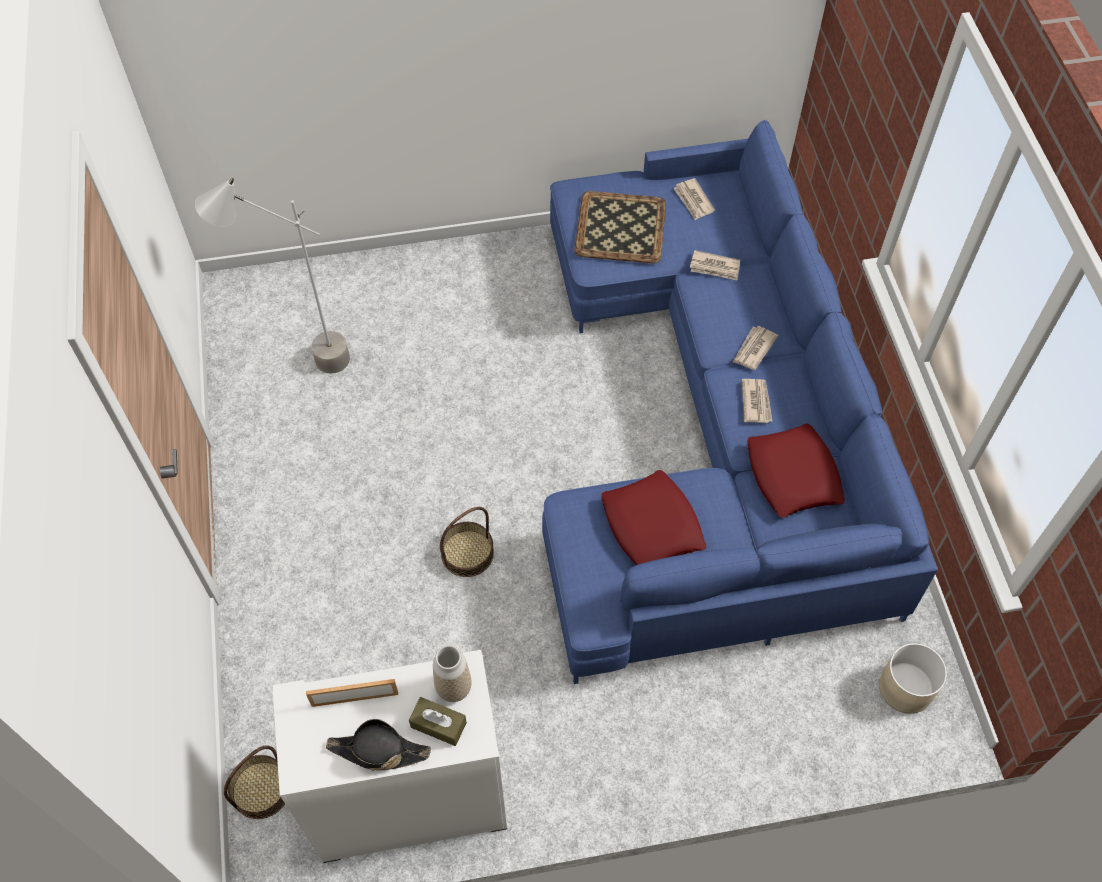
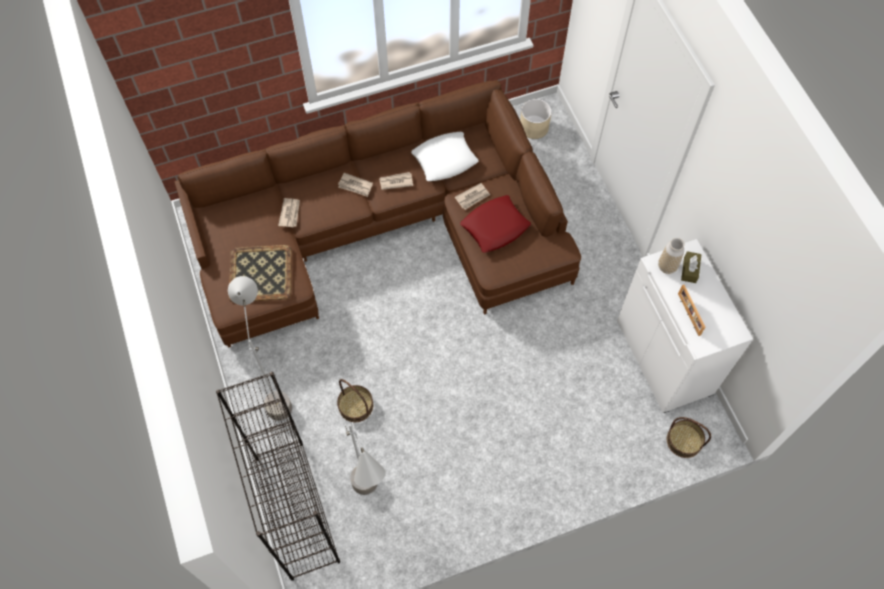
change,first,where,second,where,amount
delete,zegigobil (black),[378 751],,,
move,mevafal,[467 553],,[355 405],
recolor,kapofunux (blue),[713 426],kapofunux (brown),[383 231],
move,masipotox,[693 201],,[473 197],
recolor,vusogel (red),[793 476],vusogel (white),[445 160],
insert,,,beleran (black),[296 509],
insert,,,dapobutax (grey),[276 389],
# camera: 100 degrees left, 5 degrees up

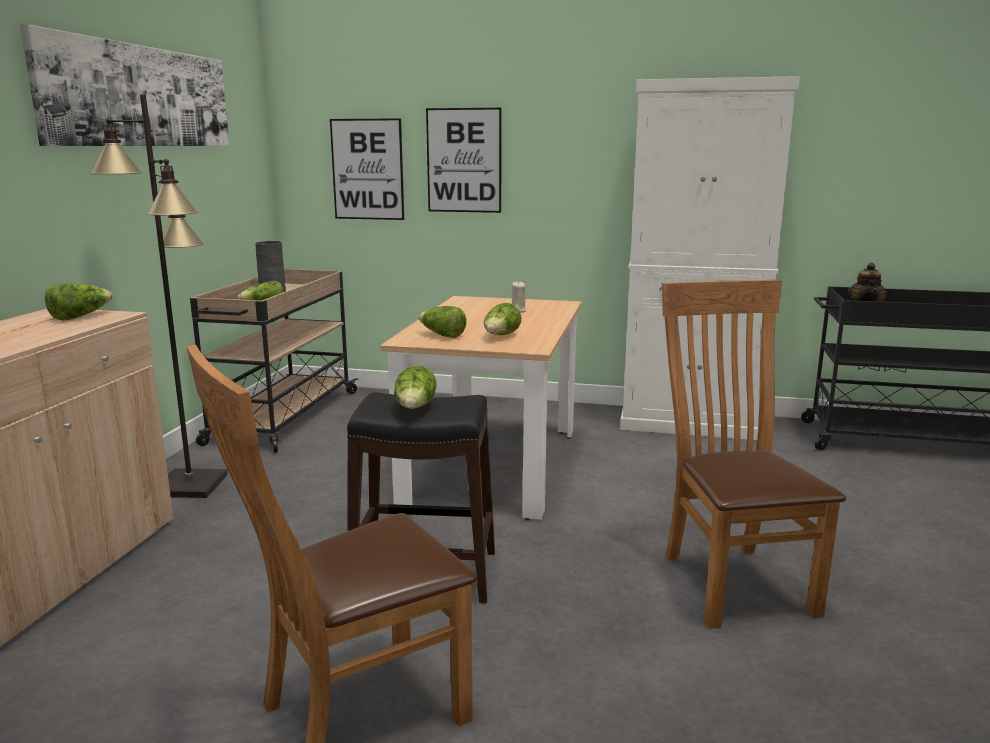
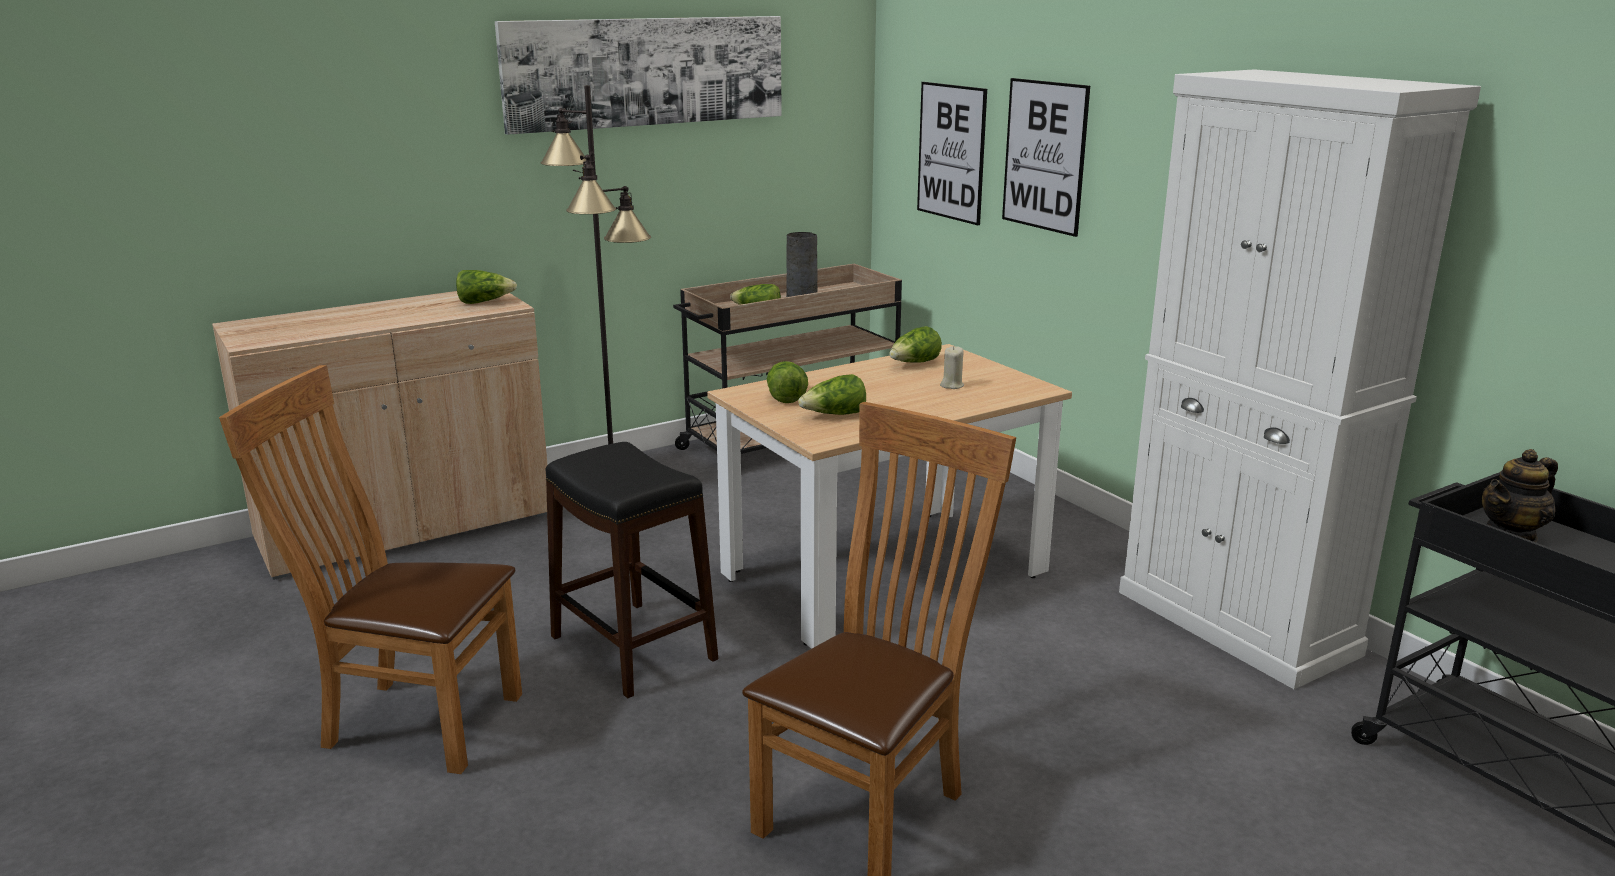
change,first,where,second,where,amount
move,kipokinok,[415 408],,[914 363],
# camera: 45 degrees right, 5 degrees up

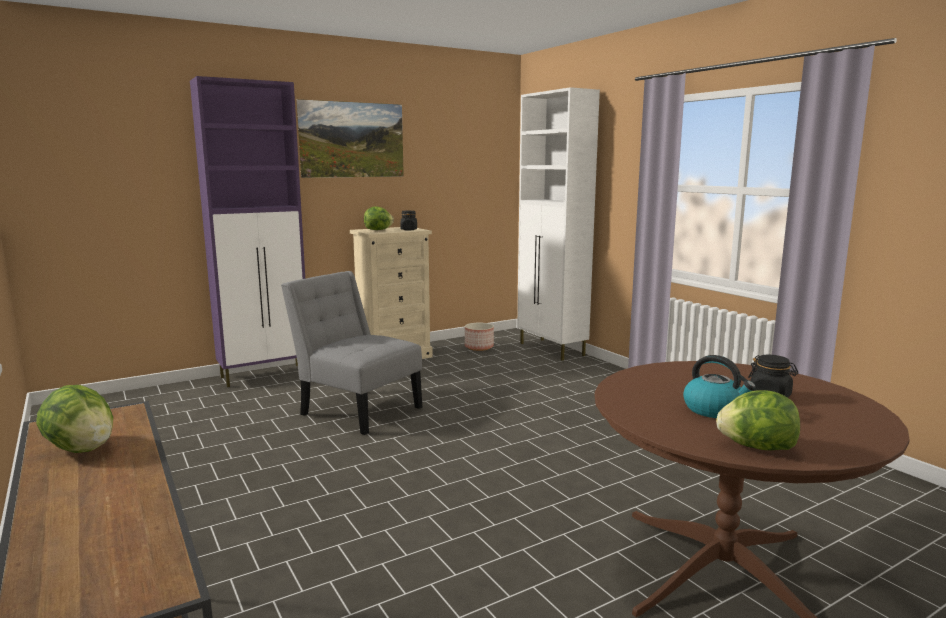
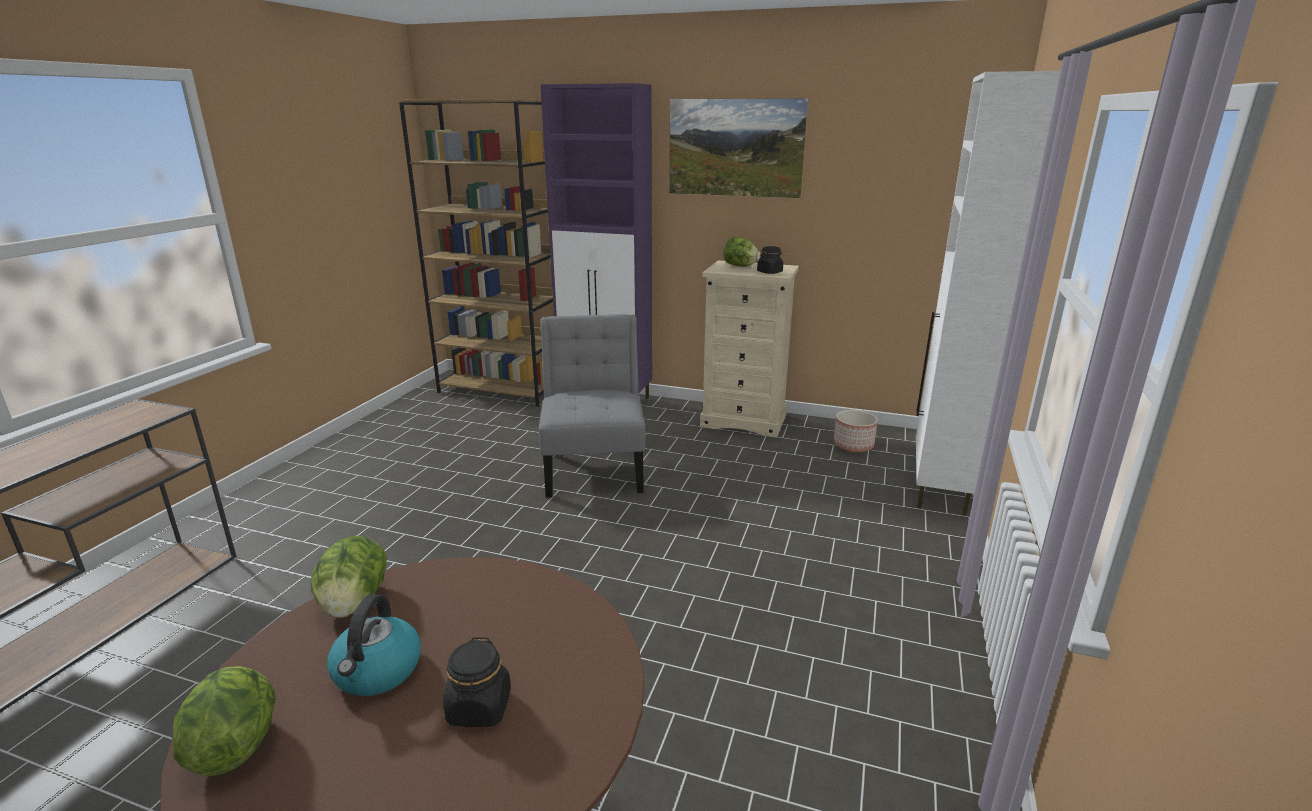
change,first,where,second,where,amount
move,kipokinok,[82 449],,[354 603],
insert,,,beleran (brown),[502 389],
# camera: 50 degrees right, 10 degrees up

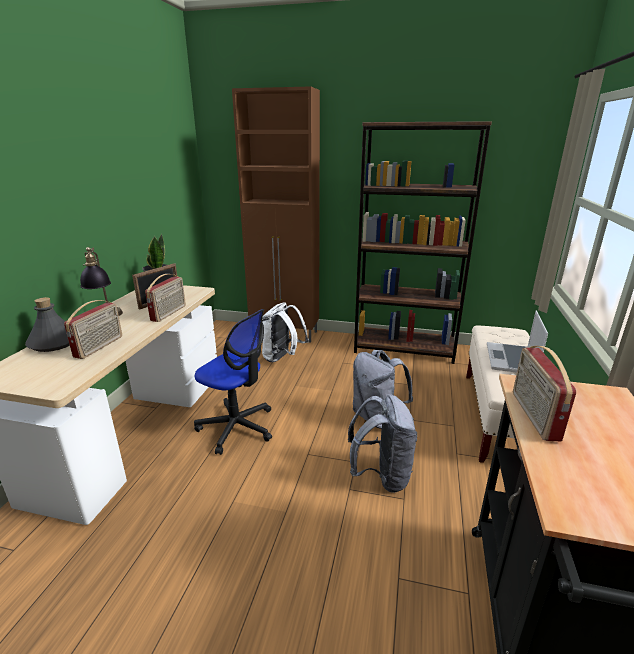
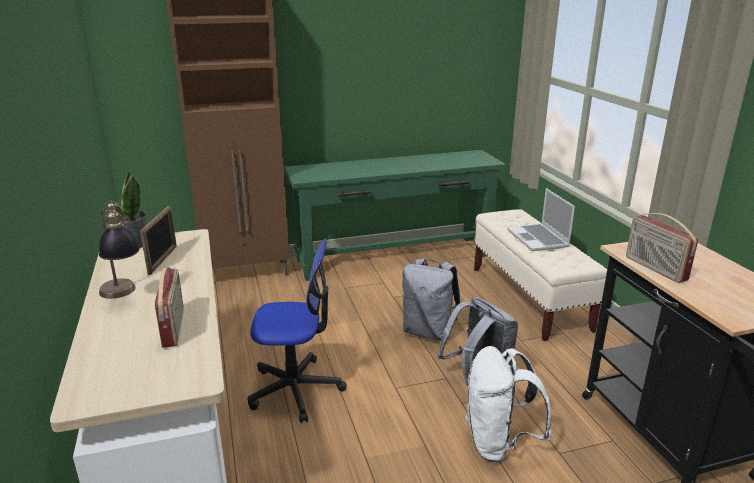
change,first,where,second,where,amount
delete,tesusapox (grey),[54 343],,,
delete,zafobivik,[169 313],,,
move,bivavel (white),[282 357],,[499 443],
replace,beleran (brown),[404 349],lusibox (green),[394 257],
# camera: 30 degrees left, 0 degrees up

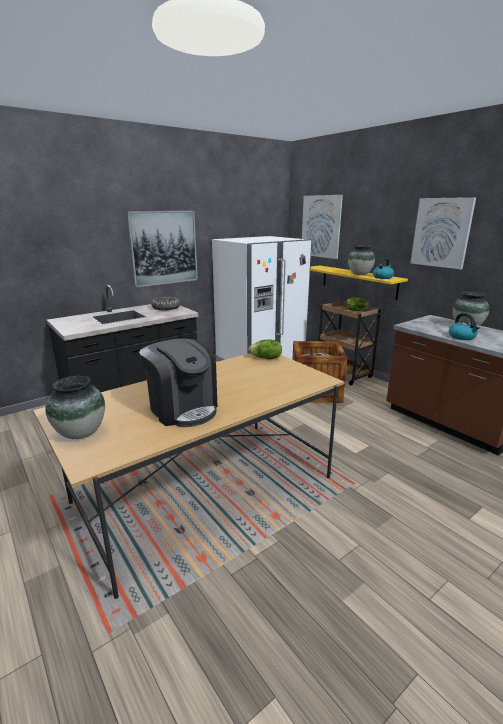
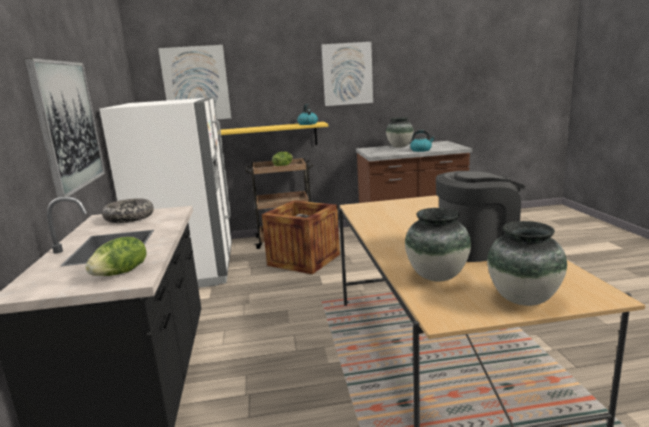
change,first,where,second,where,amount
move,kipokinok,[266 358],,[121 273],
move,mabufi,[359 274],,[437 277],
# camera: 60 degrees left, 5 degrees down

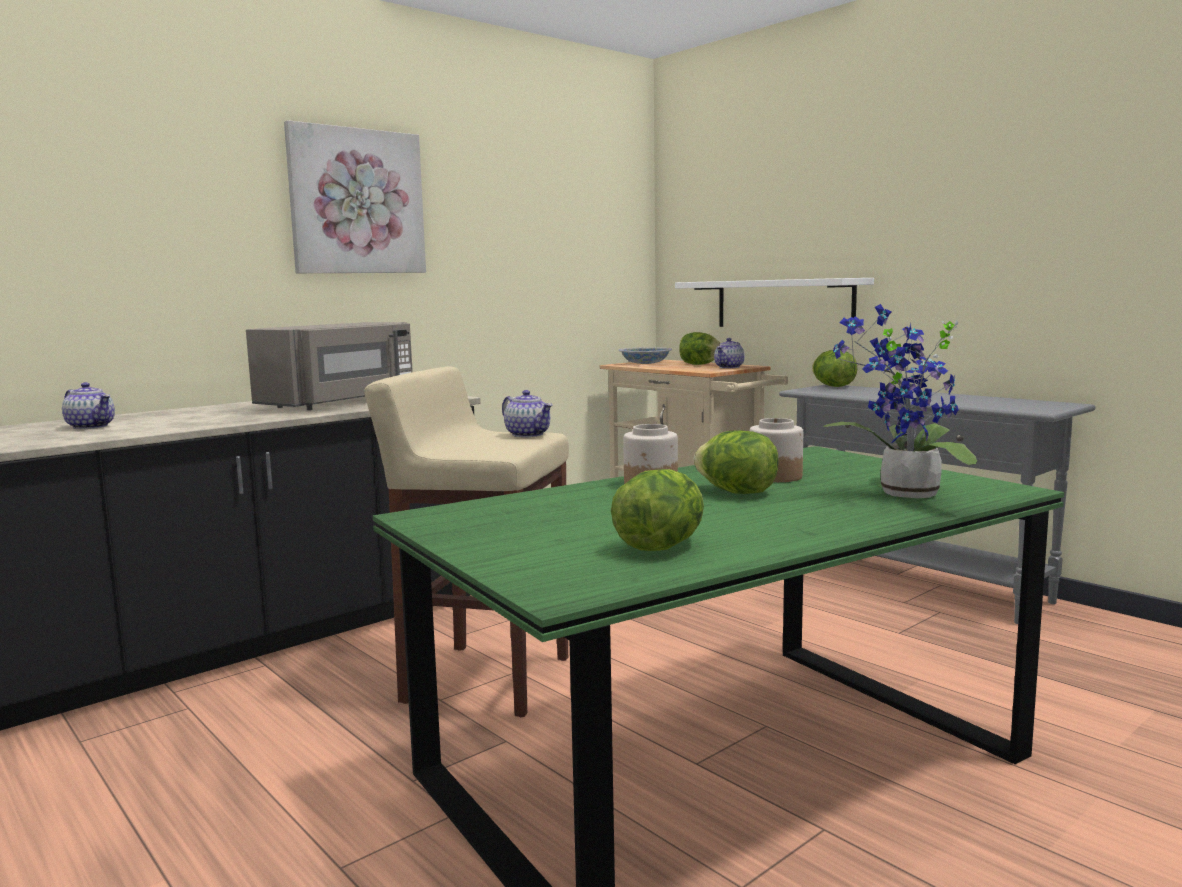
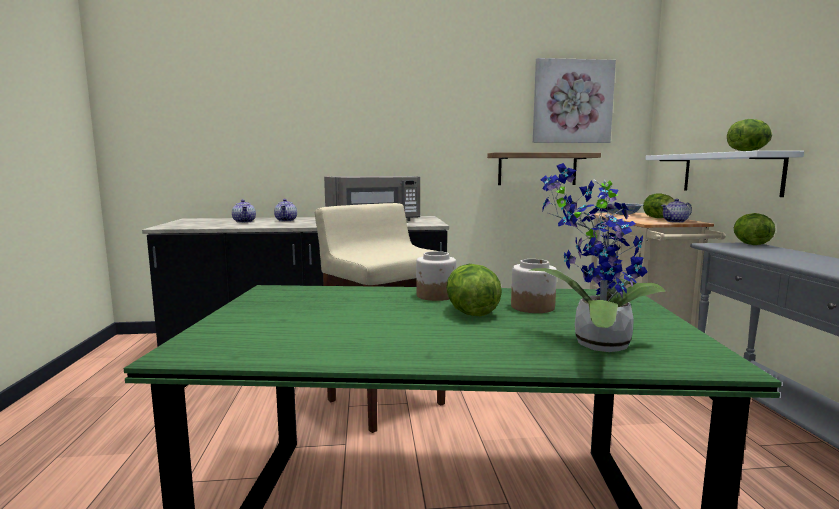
change,first,where,second,where,amount
move,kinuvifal,[356 202],,[572 102],
move,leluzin,[528 434],,[286 220],
move,kipokinok,[660 546],,[748 151],
insert,,,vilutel,[537 169],
# camera: 35 degrees right, 0 degrees up

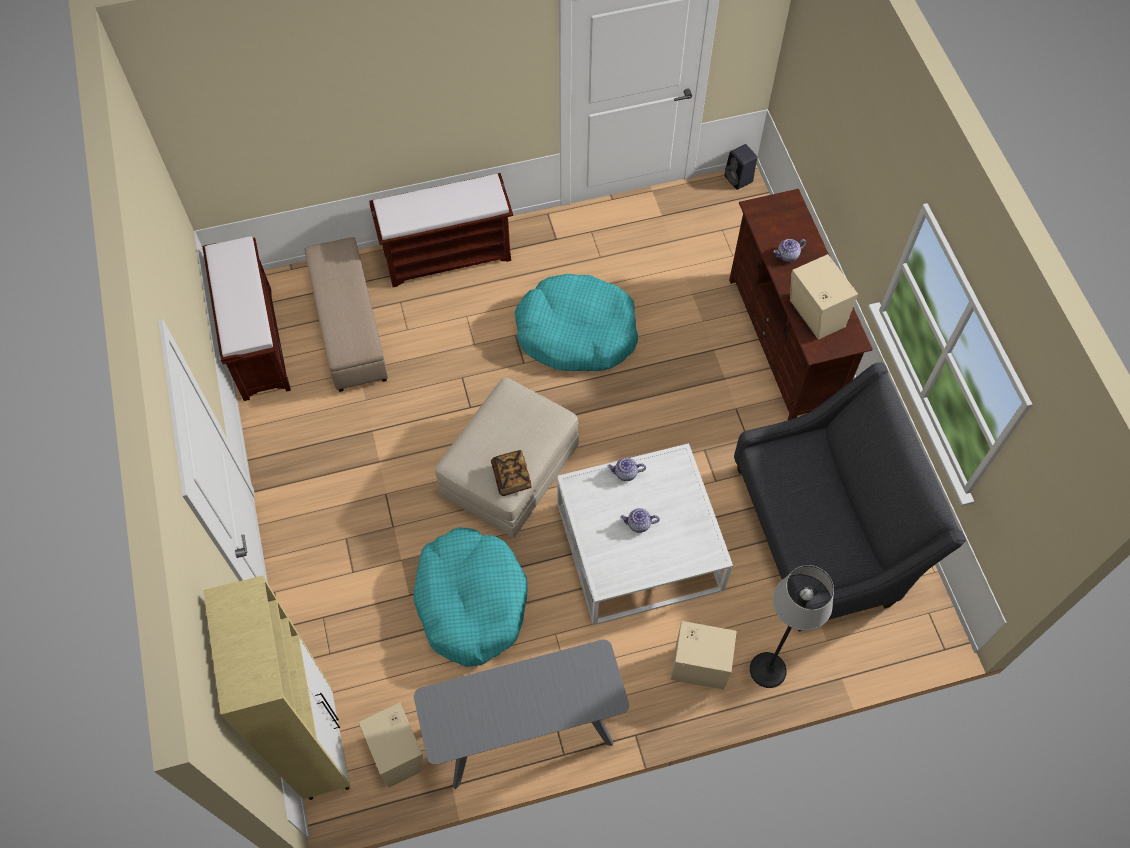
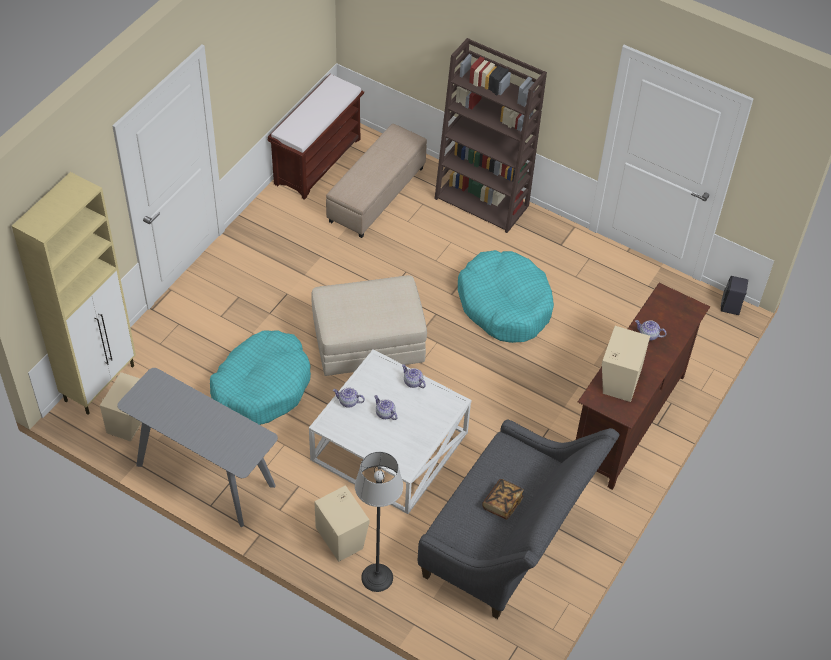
change,first,where,second,where,amount
replace,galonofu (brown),[448 255],beleran (brown),[483 202],
move,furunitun,[511 477],,[502 503],
insert,,,leluzin,[348 402],
# camera: 45 degrees right, 10 degrees down

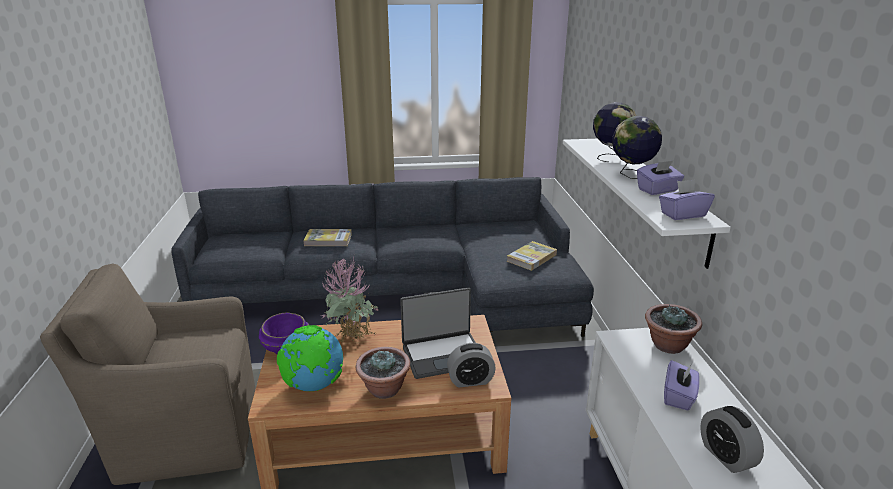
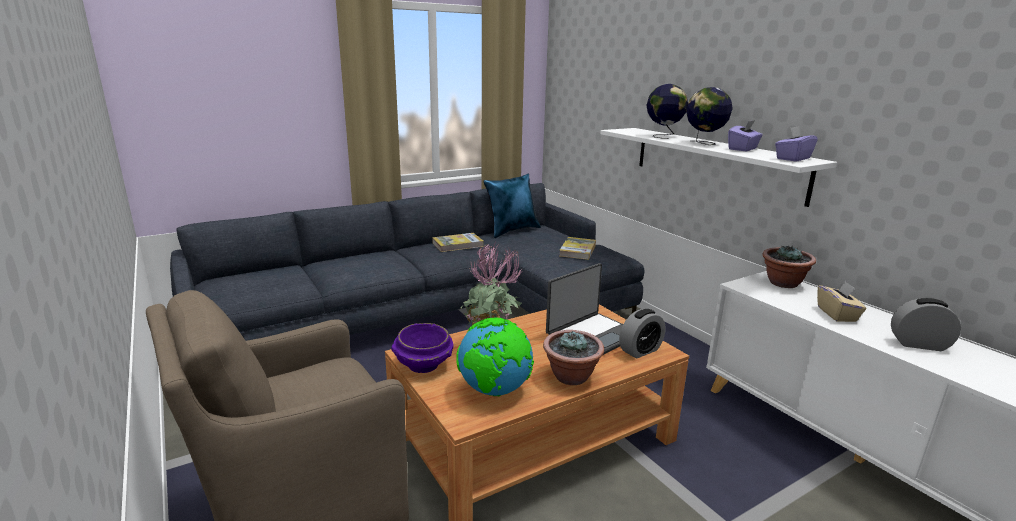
change,first,where,second,where,amount
move,furunitun,[328 240],,[457 244],
recolor,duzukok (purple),[678 397],duzukok (beige),[837 314],
rotate,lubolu,[726 456],,[919 344],150 degrees clockwise
insert,,,vusogel (blue),[512 230],
# camera: 25 degrees left, 5 degrees down

